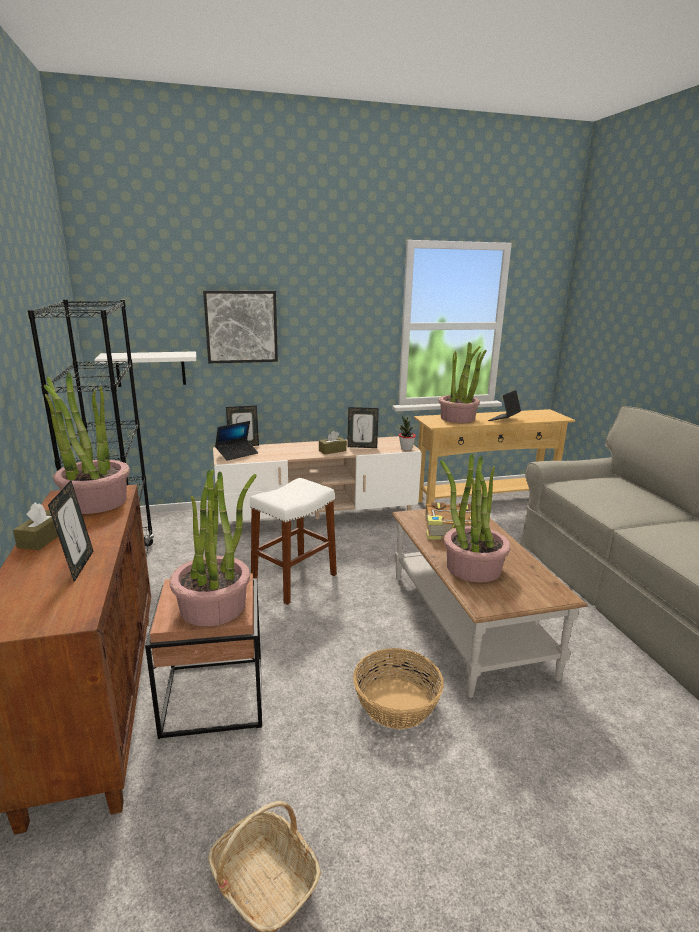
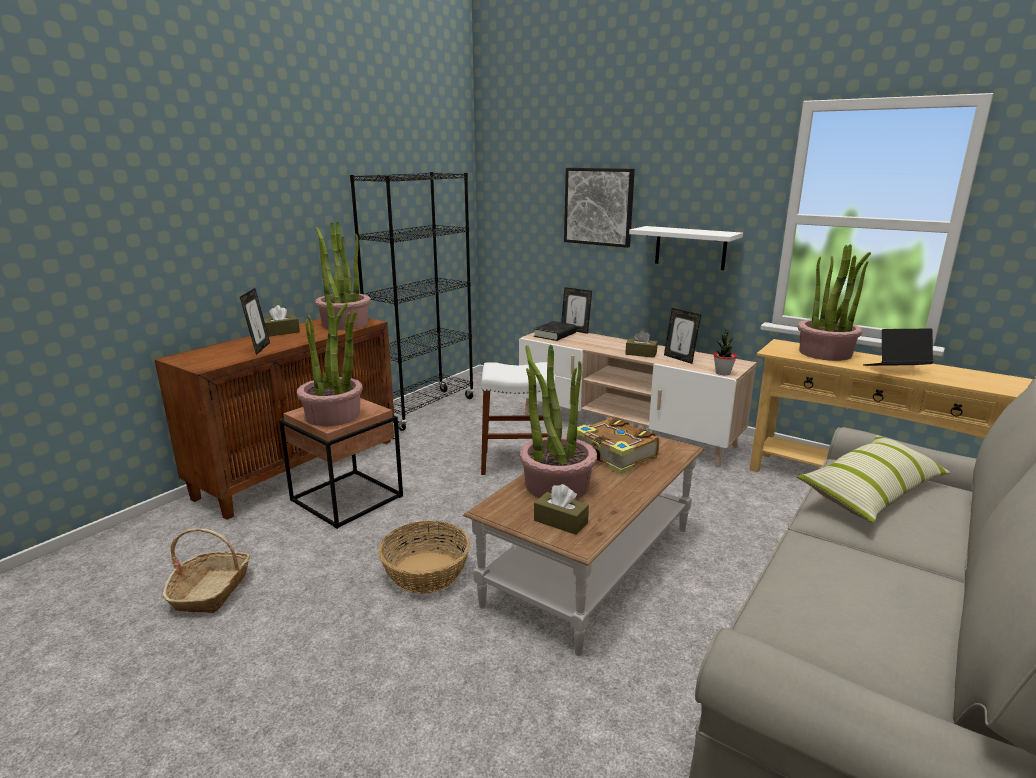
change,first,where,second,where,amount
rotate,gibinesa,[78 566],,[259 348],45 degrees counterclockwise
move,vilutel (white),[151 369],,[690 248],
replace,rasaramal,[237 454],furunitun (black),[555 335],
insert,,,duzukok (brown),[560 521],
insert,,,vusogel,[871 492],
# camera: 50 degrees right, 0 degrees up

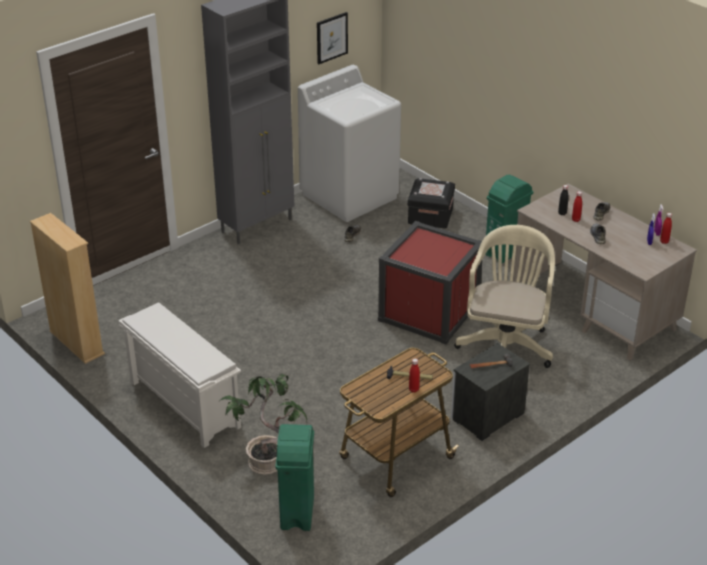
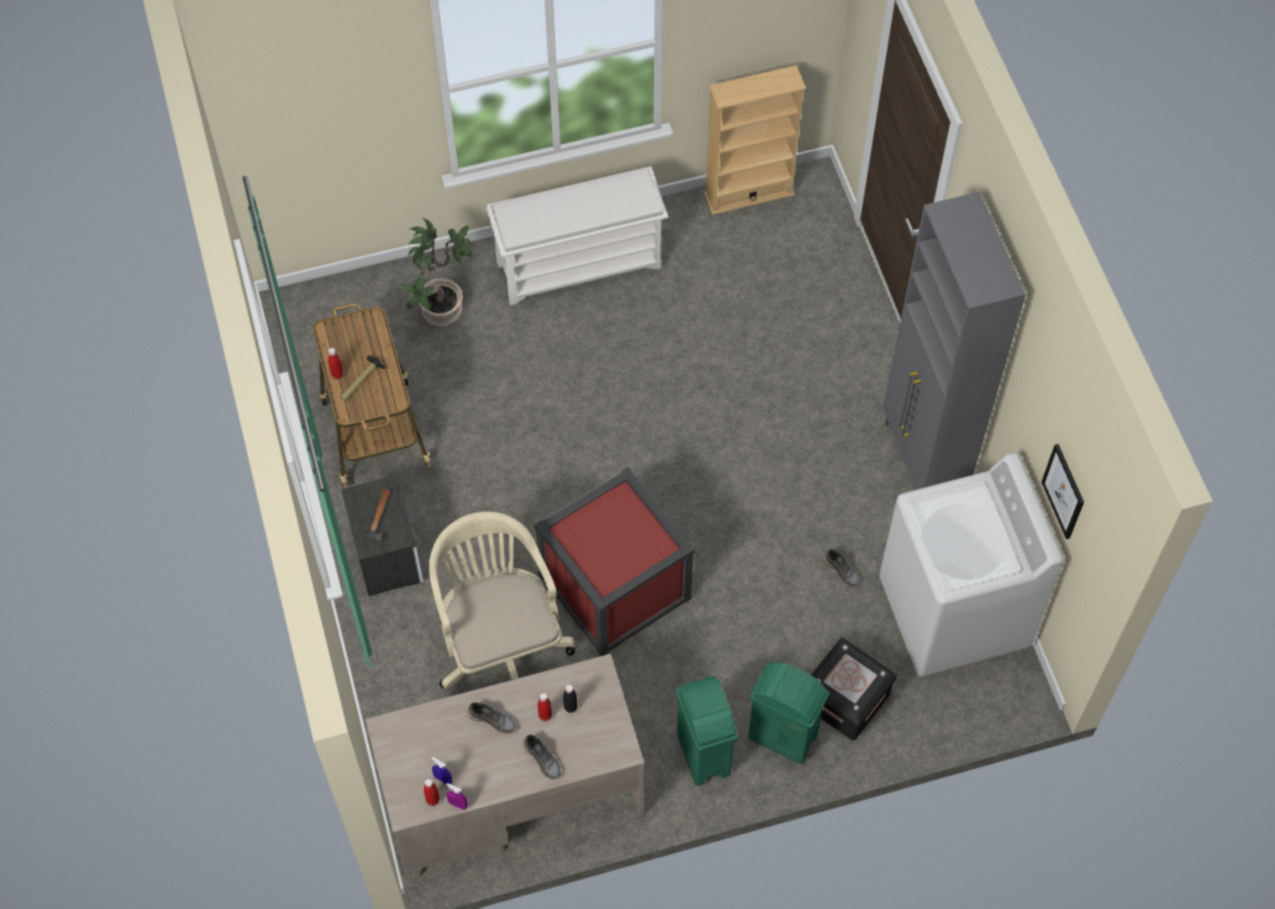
change,first,where,second,where,amount
move,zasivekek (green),[297 513],,[782 736],
rotate,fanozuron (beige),[506 345],,[500 643],150 degrees counterclockwise
# camera: 115 degrees right, 25 degrees up

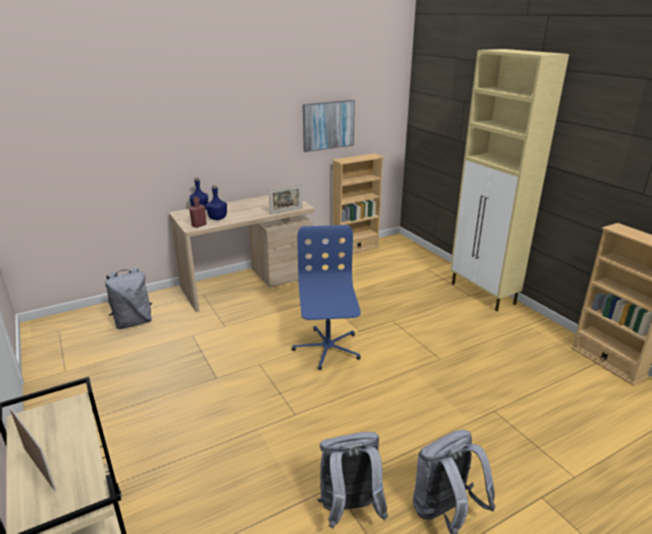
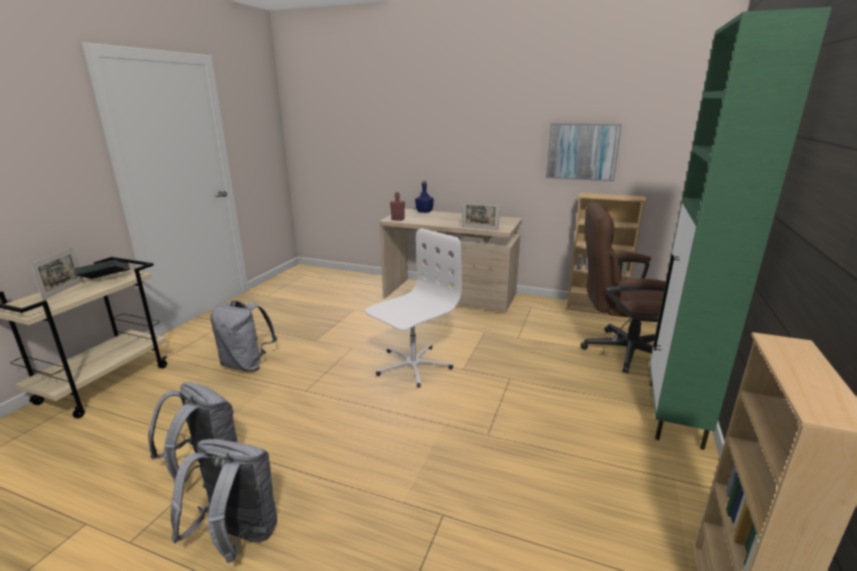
change,first,where,second,where,amount
move,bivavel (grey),[133 322],,[247 365],
delete,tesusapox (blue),[217 218],,,
recolor,fanozuron (blue),[327 348],fanozuron (white),[412 365],
recolor,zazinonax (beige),[483 294],zazinonax (green),[674 414],
insert,,,furunitun,[106 281],
insert,,,fanozuron (brown),[619 351],
# camera: 50 degrees right, 5 degrees down

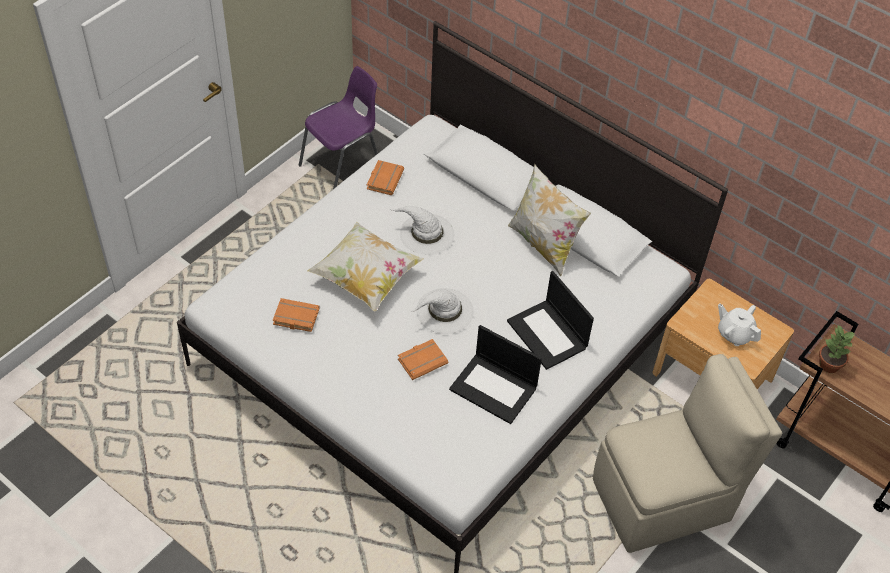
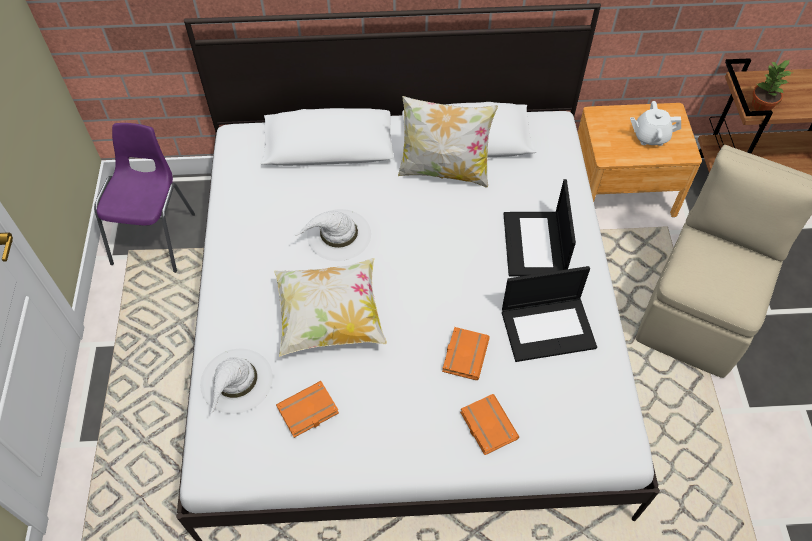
change,first,where,second,where,amount
move,furunitun (orange),[384 179],,[486 425],
move,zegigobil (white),[444 311],,[236 382],
rotate,rasaramal,[548 335],,[535 245],75 degrees clockwise
# camera: 40 degrees left, 5 degrees up

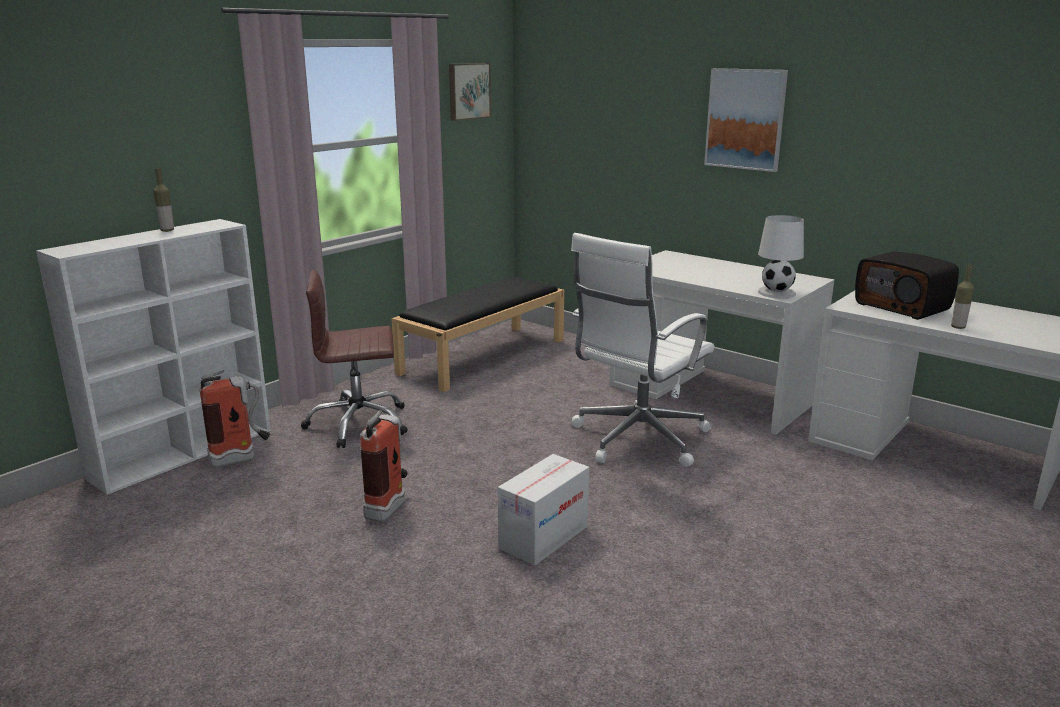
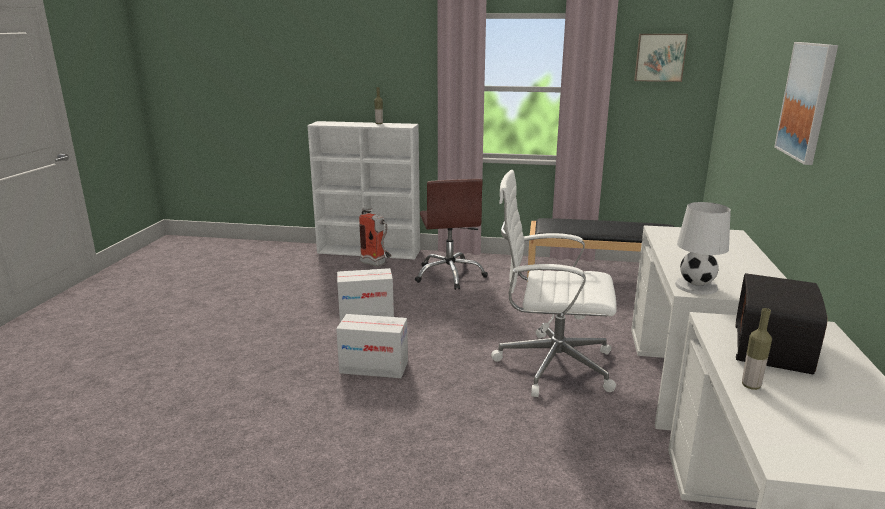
change,first,where,second,where,amount
rotate,fanozuron (brown),[358 424],,[450 275],150 degrees counterclockwise
replace,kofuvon,[390 506],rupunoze,[366 313],
# camera: 60 degrees right, 0 degrees up

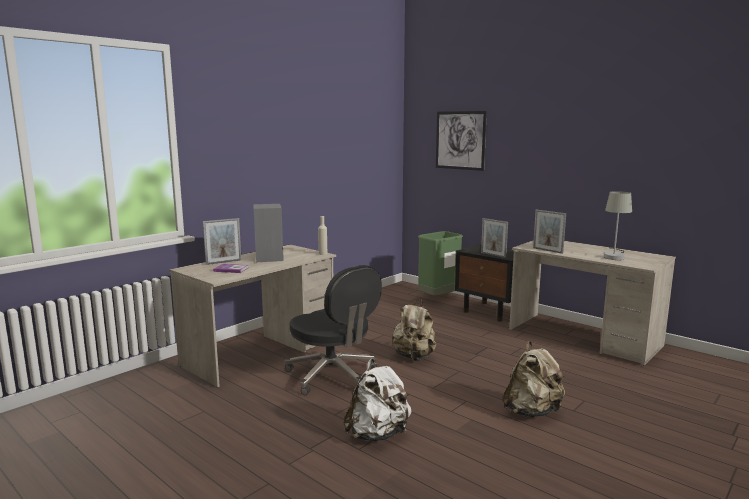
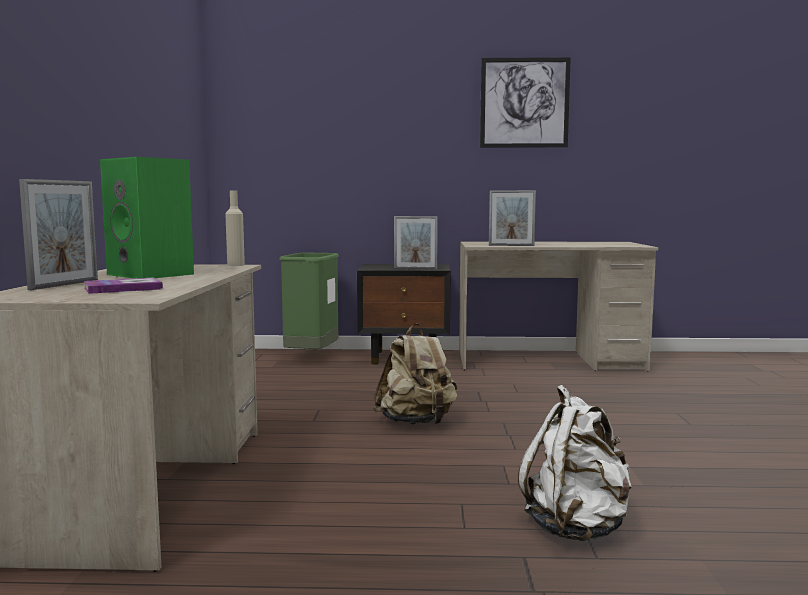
change,first,where,second,where,amount
recolor,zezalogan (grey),[270 258],zezalogan (green),[153 274],
delete,fanozuron (black),[333 376],,,
move,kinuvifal,[460 140],,[524 103],
delete,bivavel (beige),[532 412],,,
delete,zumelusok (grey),[614 256],,,
# camera: 40 degrees left, 5 degrees down

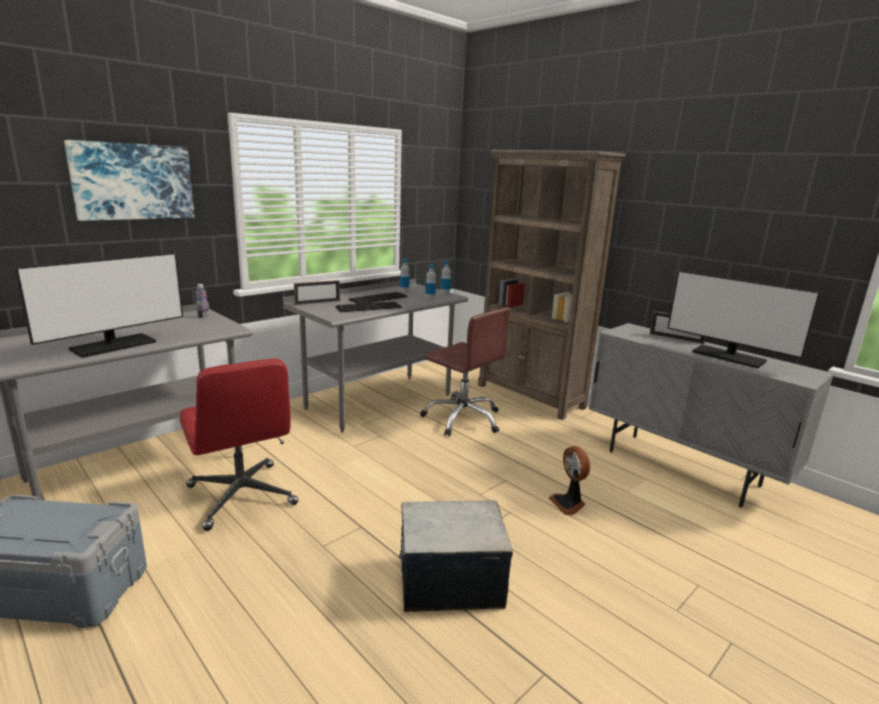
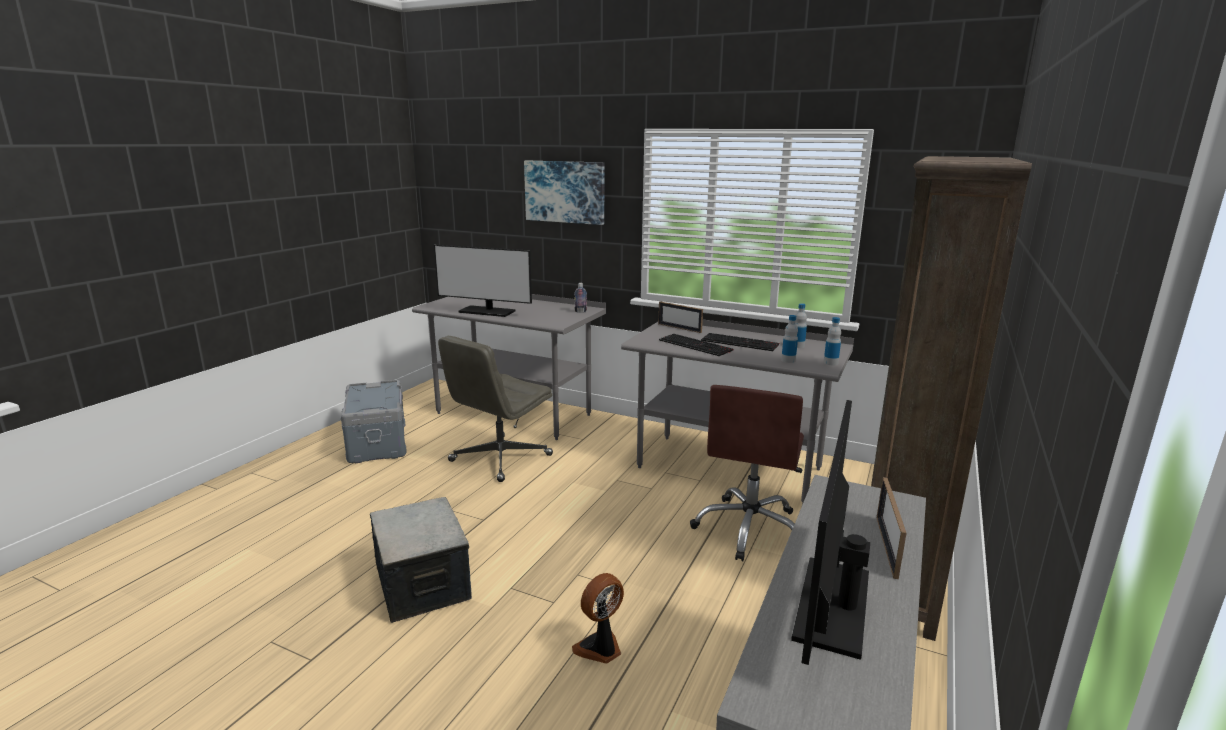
change,first,where,second,where,amount
recolor,fanozuron (red),[242 496],fanozuron (grey),[500 459],
# camera: 70 degrees right, 0 degrees up

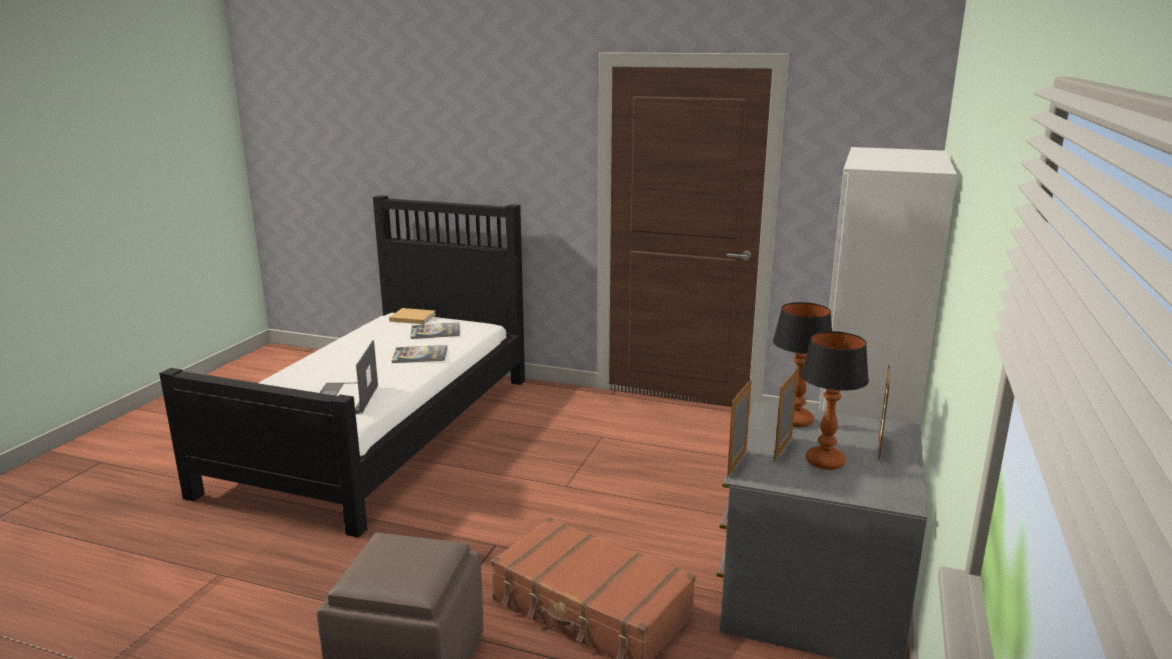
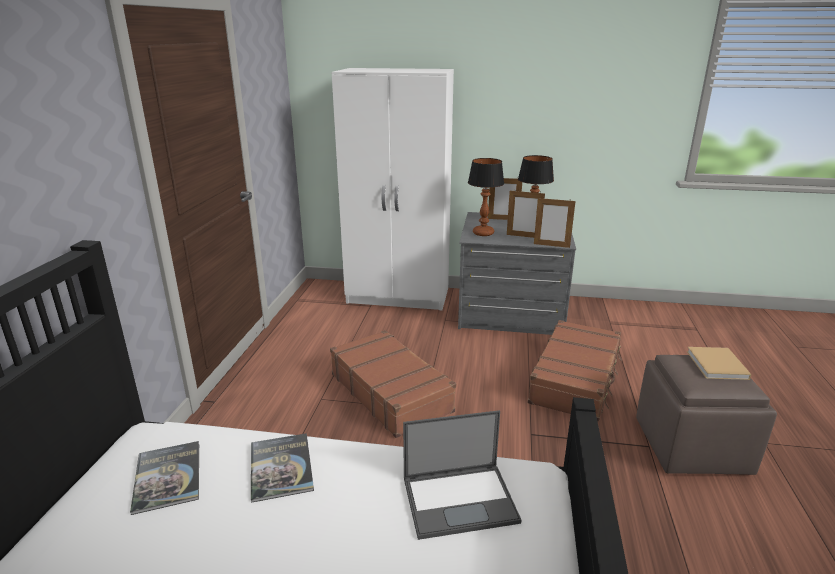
change,first,where,second,where,amount
move,furunitun (beige),[411 318],,[717 366],
insert,,,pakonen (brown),[391 392],
# camera: 100 degrees left, 5 degrees up

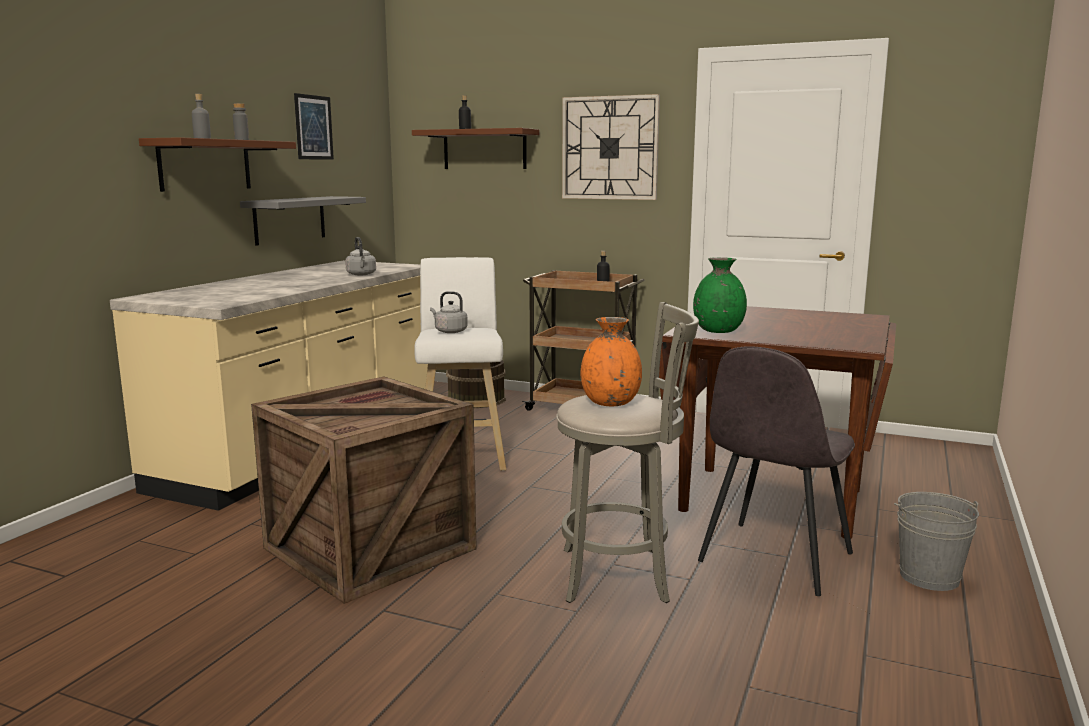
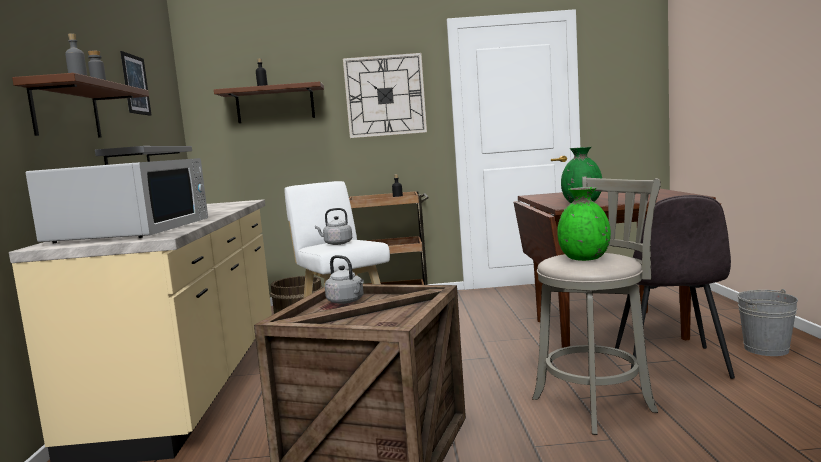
change,first,where,second,where,amount
move,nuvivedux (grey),[361 274],,[347 301],
recolor,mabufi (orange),[610 403],mabufi (green),[584 259],
insert,,,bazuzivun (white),[132 231],
# camera: 25 degrees left, 5 degrees down

